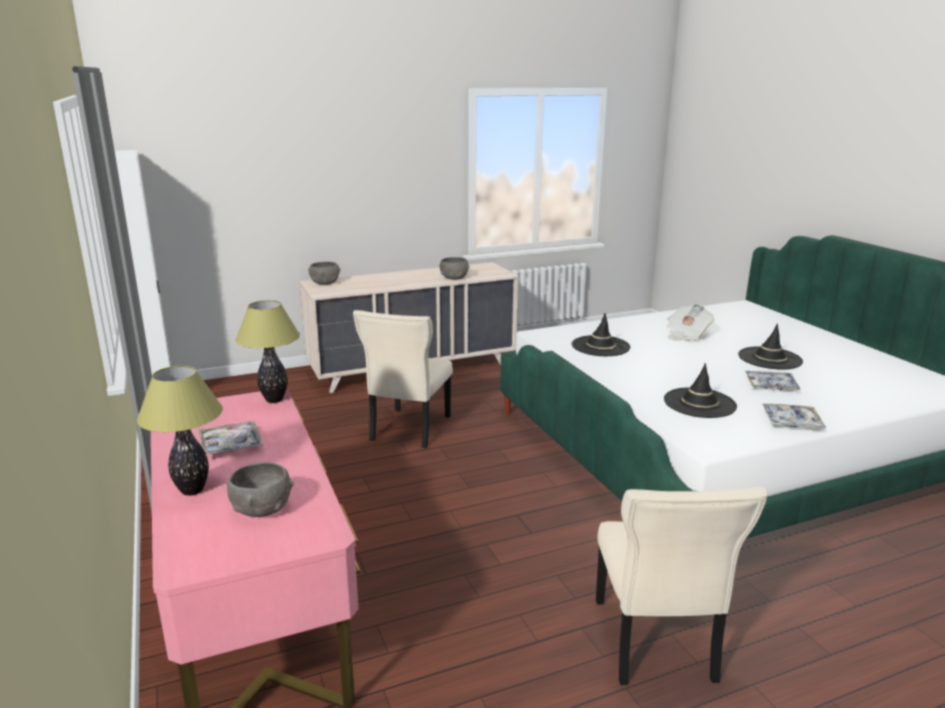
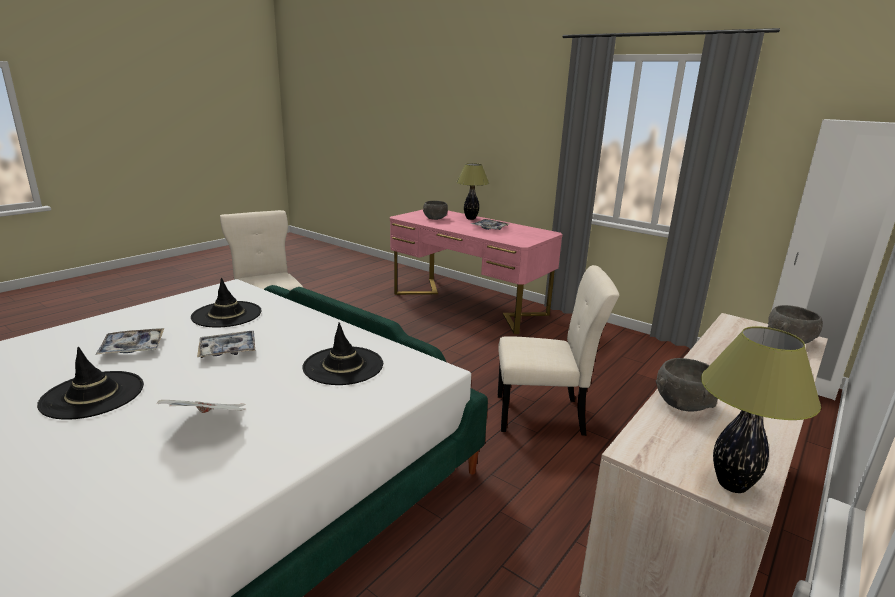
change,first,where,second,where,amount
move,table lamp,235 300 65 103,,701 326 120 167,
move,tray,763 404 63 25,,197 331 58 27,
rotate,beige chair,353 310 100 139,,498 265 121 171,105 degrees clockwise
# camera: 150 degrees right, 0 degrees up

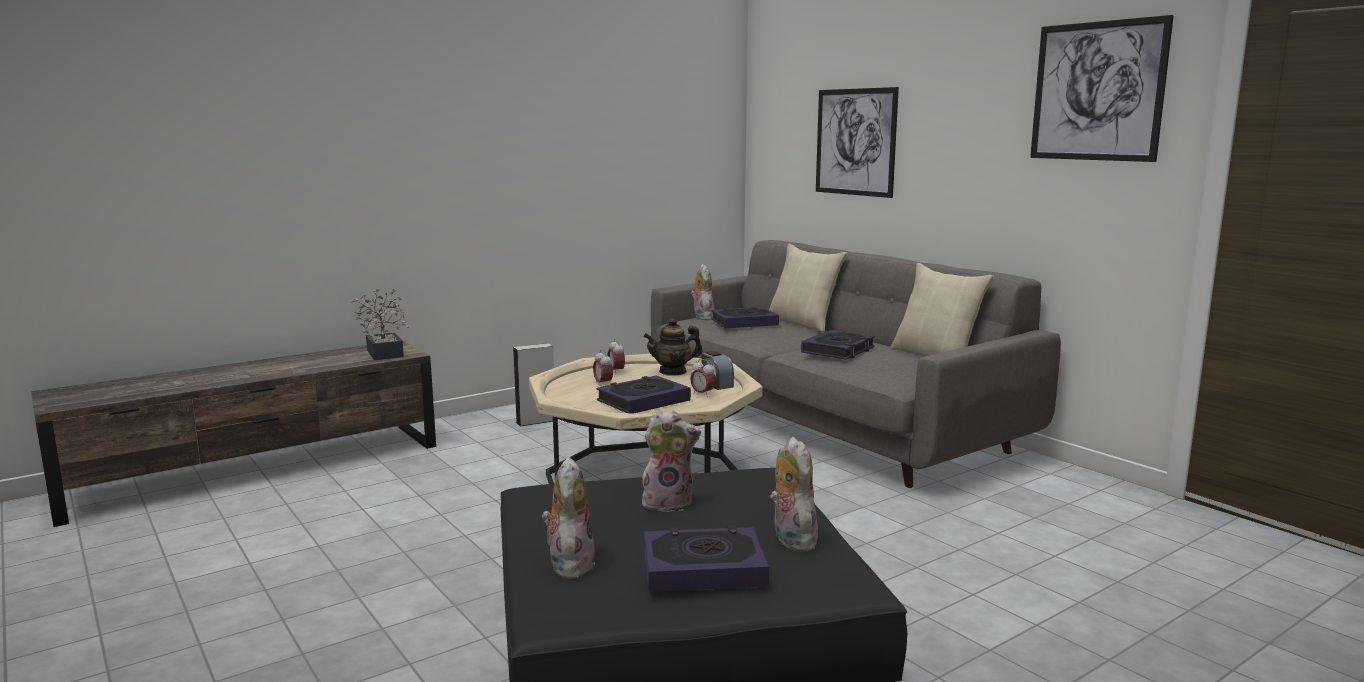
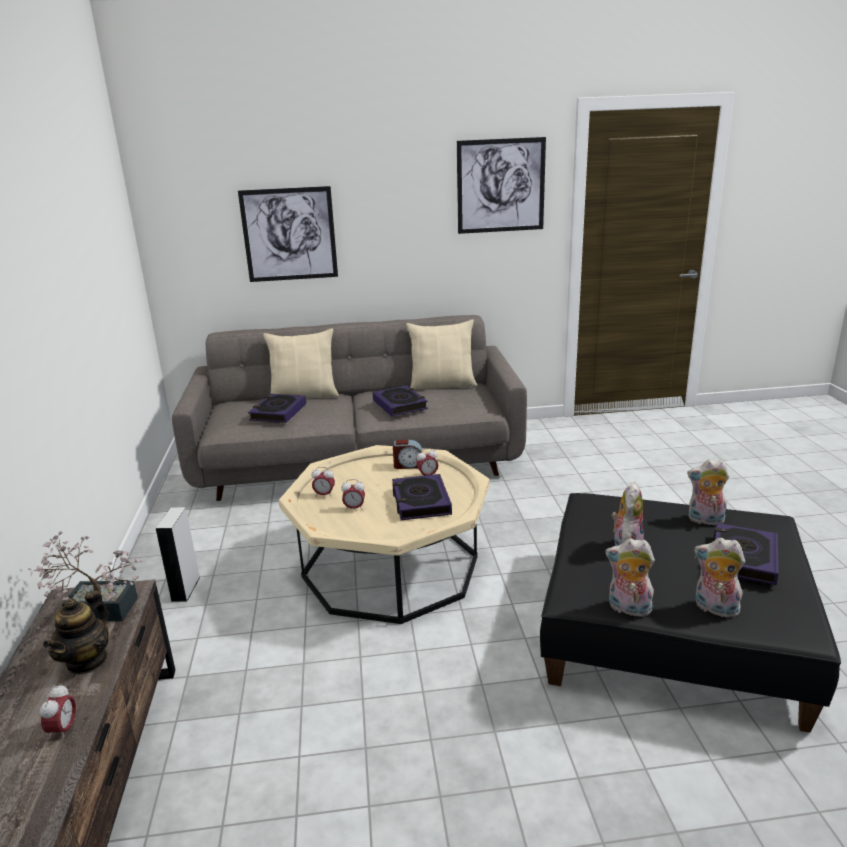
change,first,where,second,where,amount
insert,,,alarm clock,40 684 36 56,
move,teapot,644 318 59 58,,43 590 66 84,
move,plush toy,690 264 25 56,,605 538 50 79,
# camera: 60 degrees left, 10 degrees up

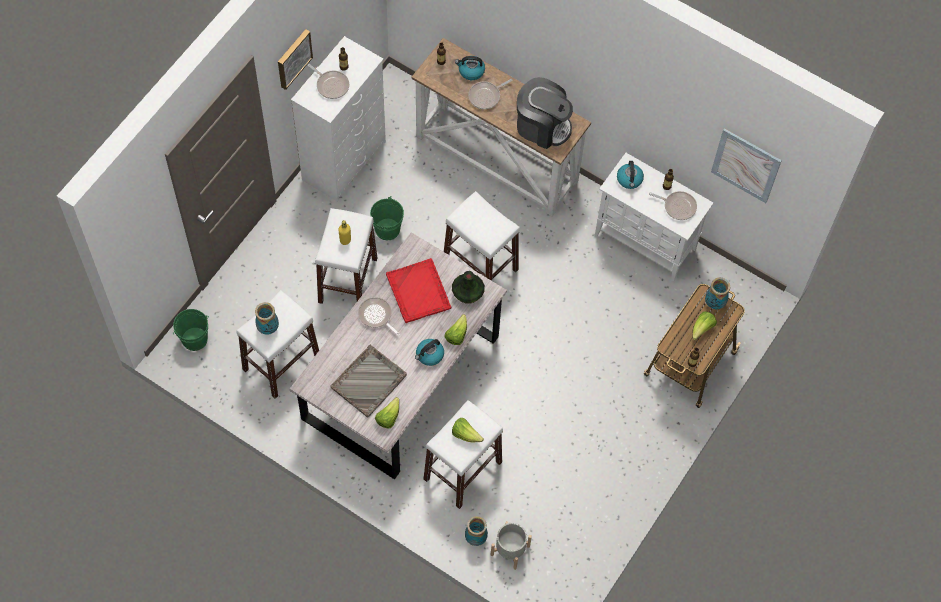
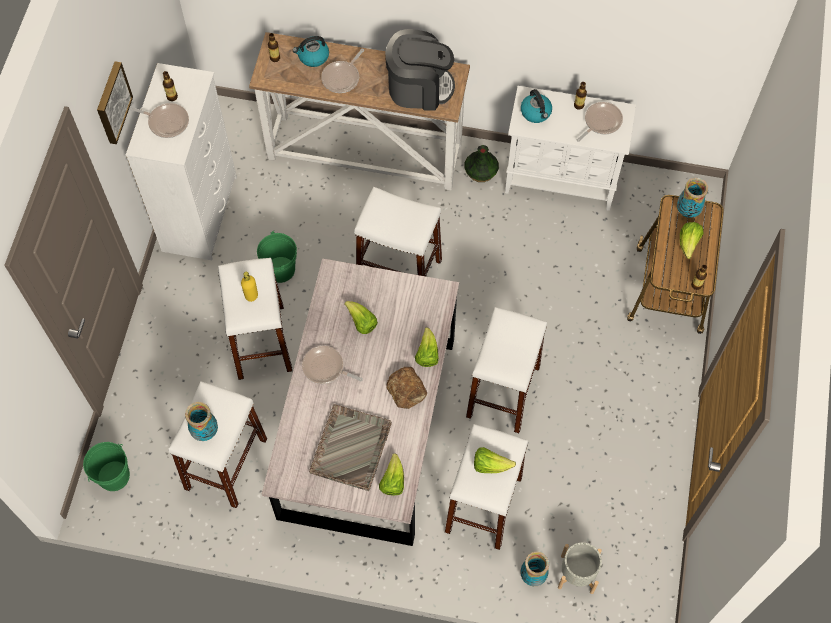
change,first,where,second,where,amount
delete,picture,711 128 71 75,,,
insert,,,white stool,466 307 81 126,
move,vase,452 271 33 33,,464 145 35 37,
replace,red tray,386 258 65 65,lettuce,344 301 34 33,
replace,kettle,415 339 29 27,bread,386 367 41 42,
rotate,frying pan,649 191 48 29,,577 102 46 40,45 degrees counterclockwise
# camera: 20 degrees left, 0 degrees up

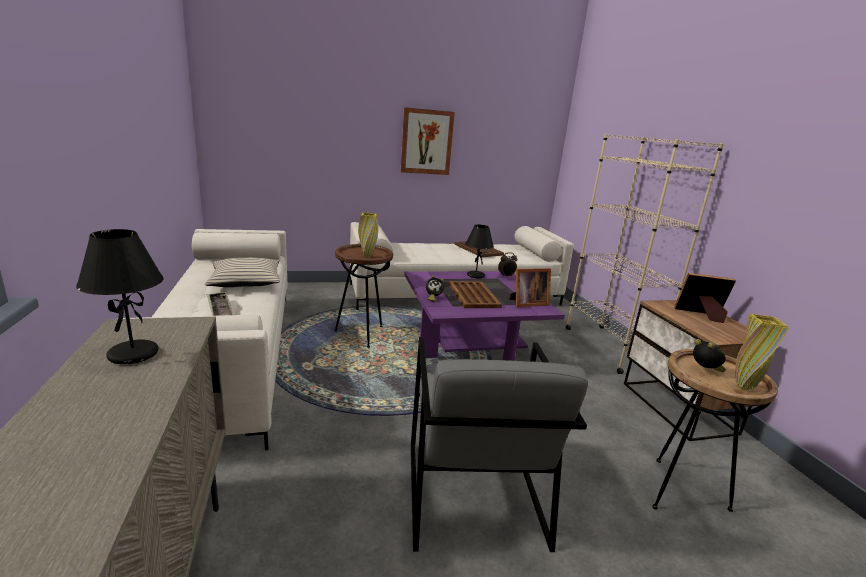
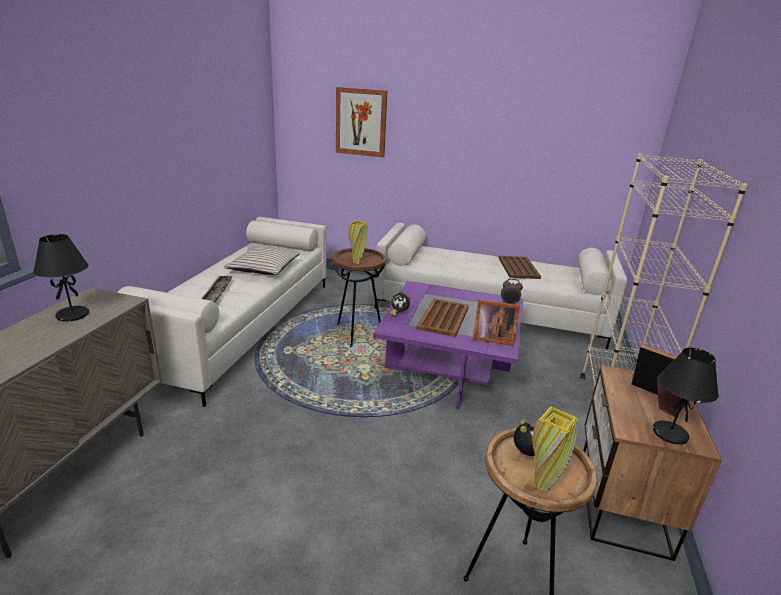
change,first,where,second,where,amount
delete,grey armchair,411 337 177 215,,,
move,picture,401 107 54 68,,336 87 52 70,
move,black table lamp,465 225 29 53,,653 348 66 97,
# camera: 30 degrees right, 5 degrees up

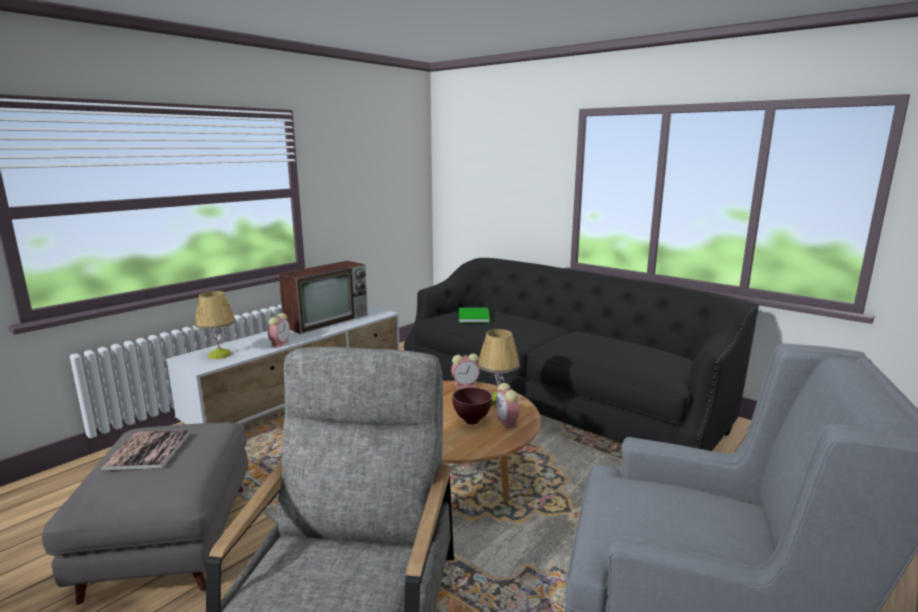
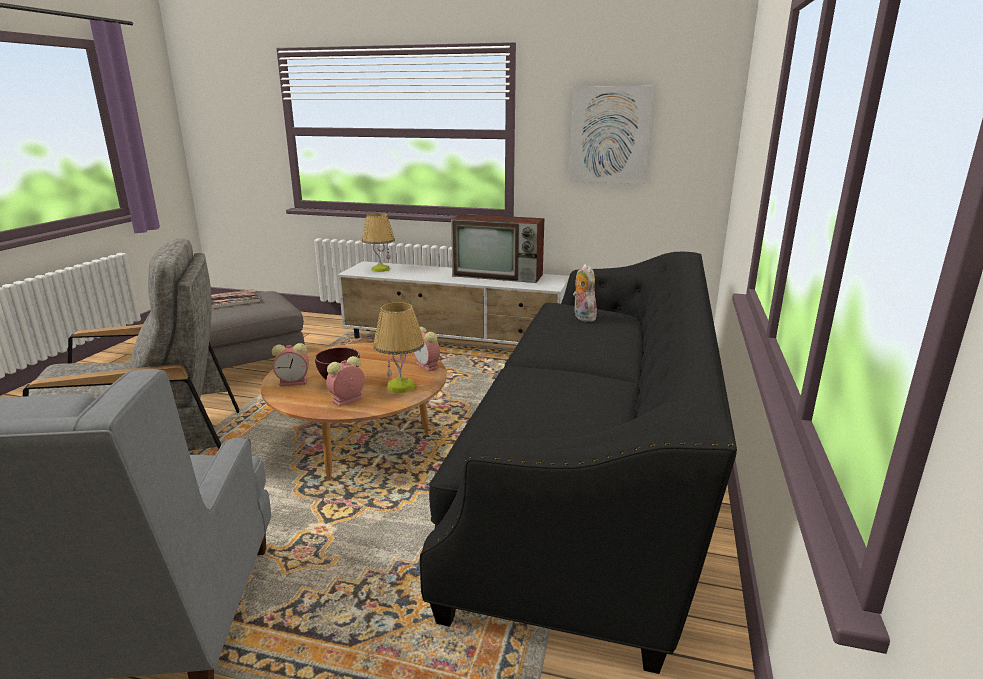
change,first,where,second,where,amount
insert,,,picture,569 86 85 98,
move,alarm clock,268 313 22 35,,272 343 37 43,
replace,green book,459 308 31 15,plush toy,573 264 25 58,
# camera: 65 degrees right, 5 degrees up

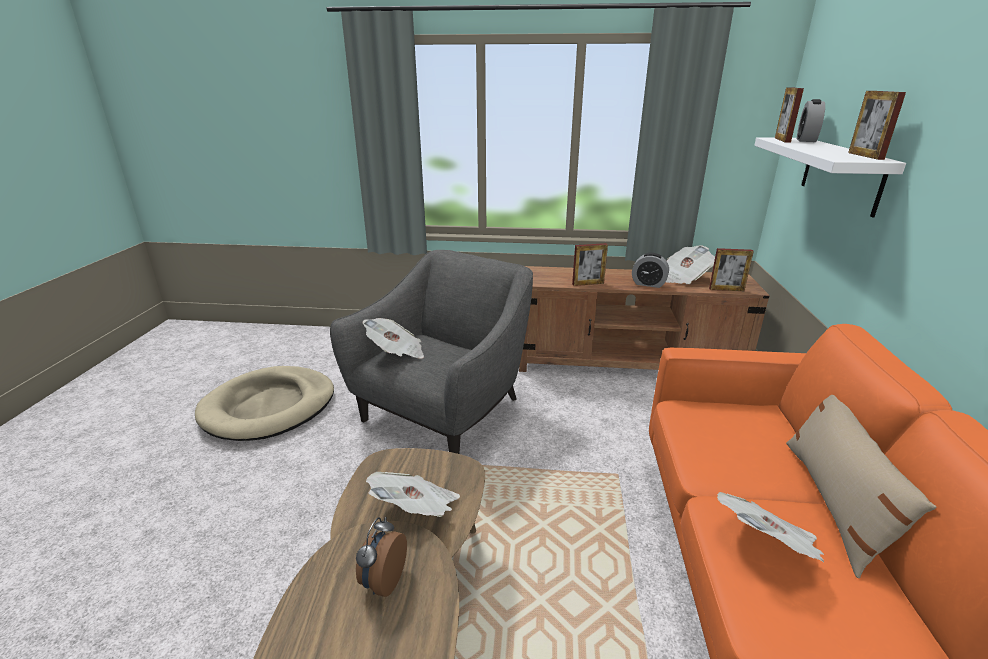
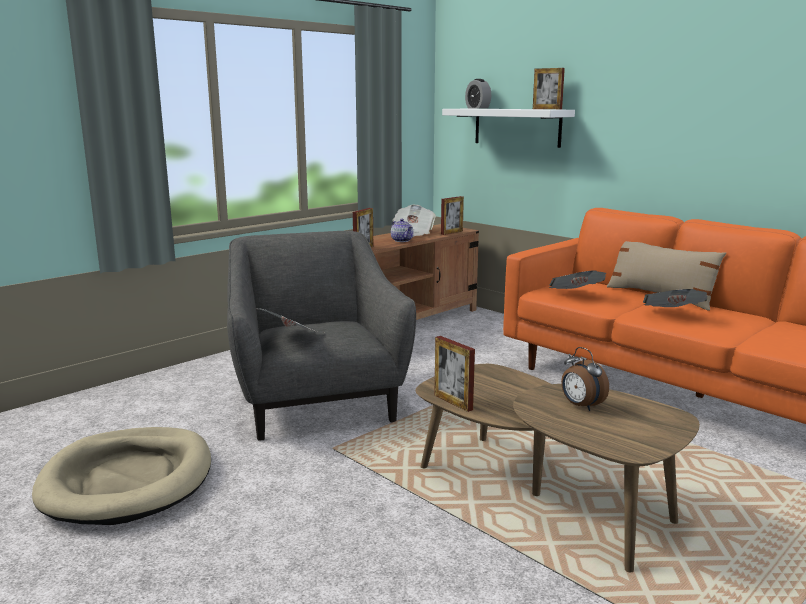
change,first,where,second,where,amount
move,newspaper,366 472 94 45,,549 270 57 19,
move,picture frame,775 87 29 56,,435 336 40 76,
replace,alarm clock,632 253 37 35,teapot,391 219 22 23,
# camera: 50 degrees left, 10 degrees down

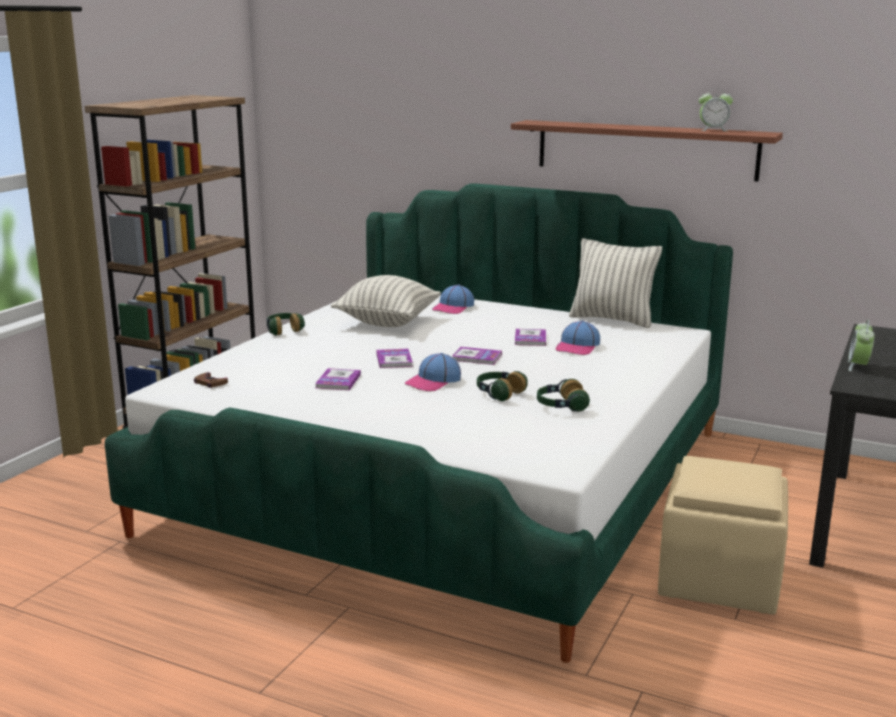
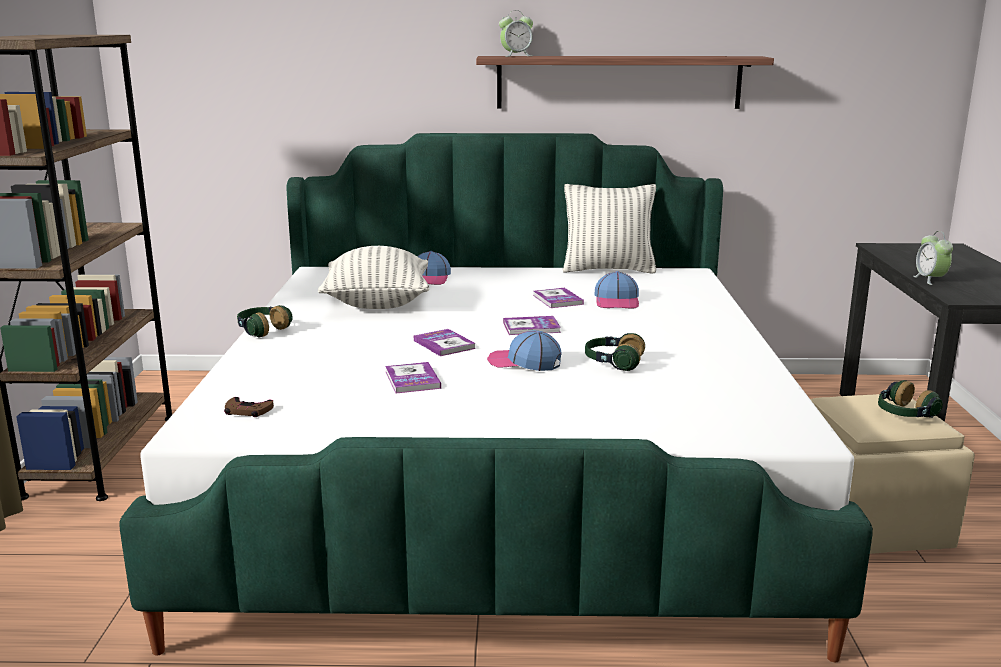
change,first,where,second,where,amount
move,headphones,537 379 53 33,,878 380 65 38,
move,alarm clock,699 88 34 43,,499 10 34 47,
rotate,cap,405 353 56 38,,487 330 74 41,90 degrees clockwise
# camera: 25 degrees left, 0 degrees up

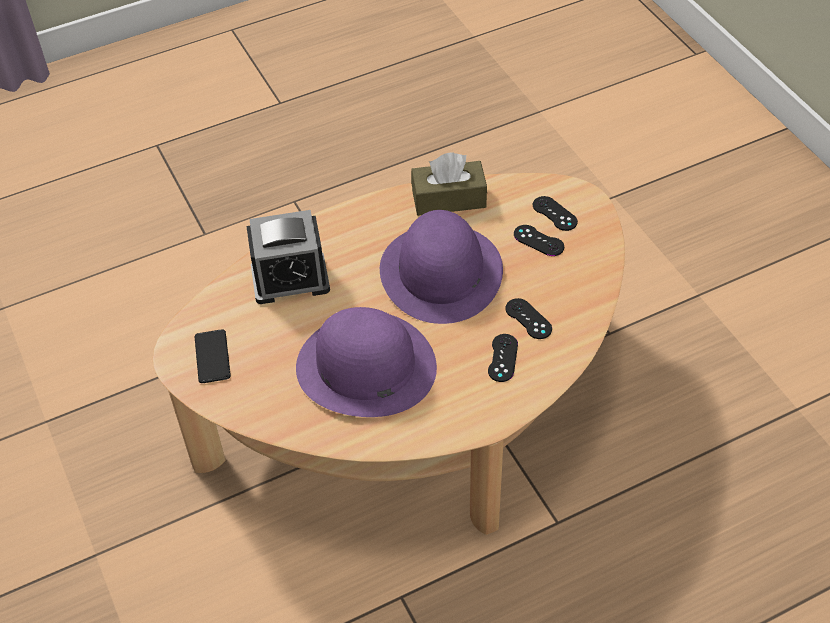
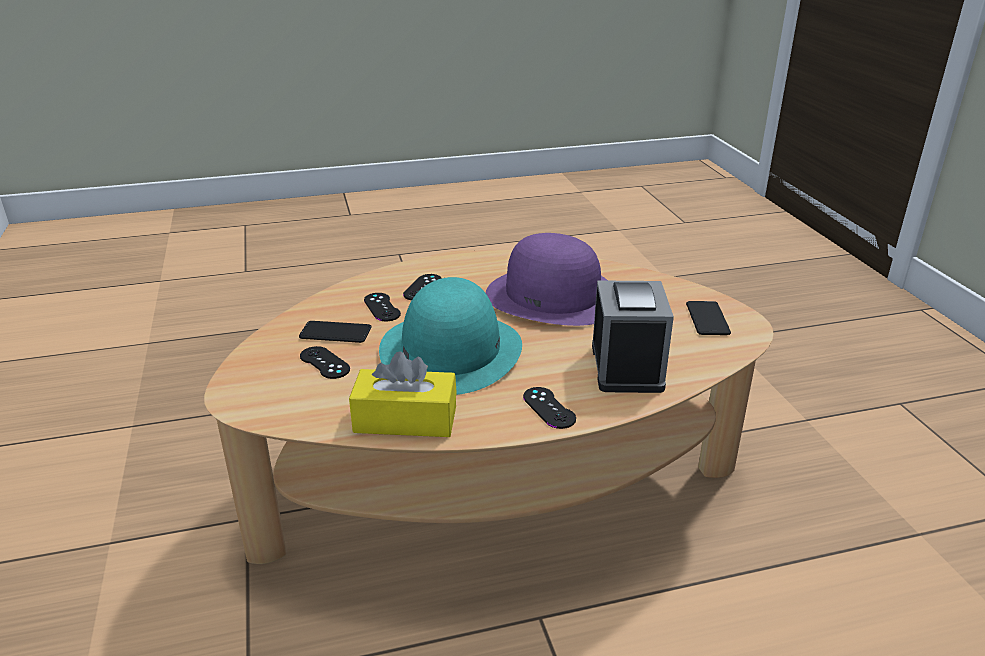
change,first,where,second,where,amount
insert,,,phone,299 321 72 22,
move,black game controller,533 196 45 35,,523 387 53 42,
recolor,purple hat,380 210 123 114,turquoise hat,379 277 143 118,
recolor,brown tissue box,411 152 76 64,yellow tissue box,349 351 108 86,
rotate,alarm clock,246 210 84 94,,592 280 82 113,90 degrees clockwise
# camera: 170 degrees left, 20 degrees down

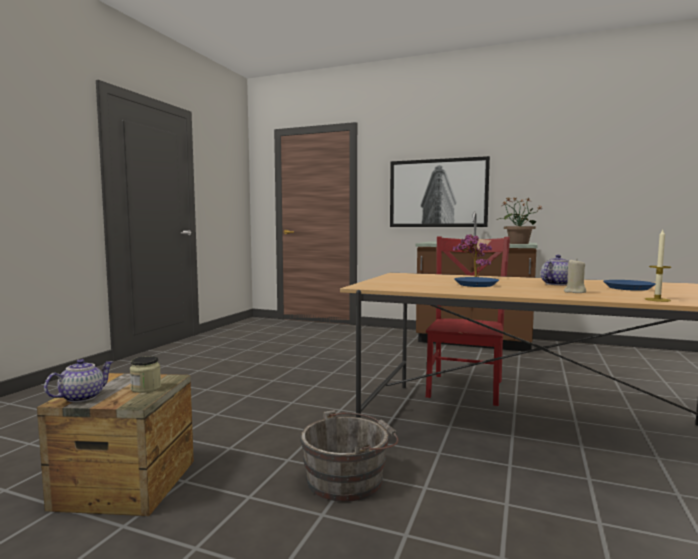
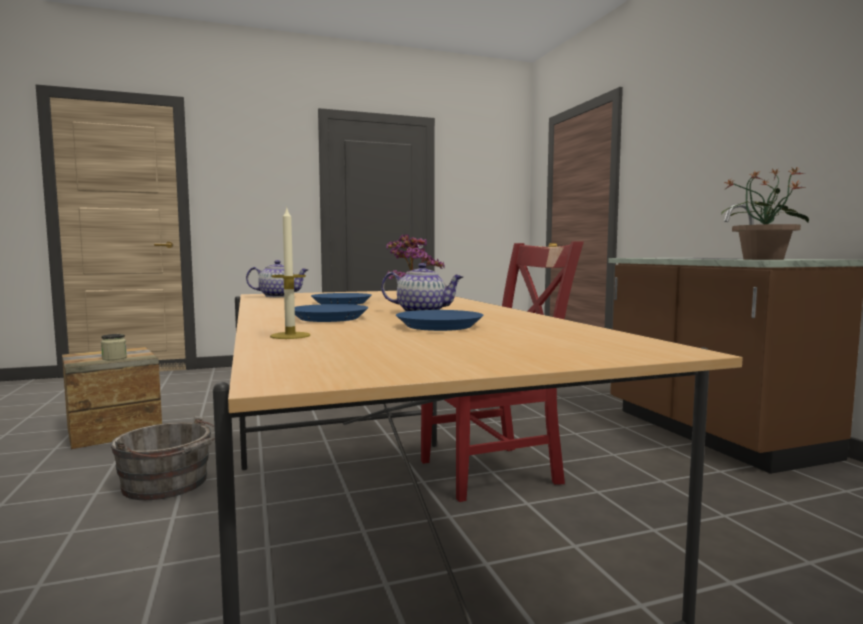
change,first,where,second,where,amount
delete,picture,390 156 100 71,,,
move,teapot,44 359 69 43,,246 260 62 37,
replace,beige candle,564 258 22 35,blue plate,295 304 73 18,
# camera: 50 degrees right, 0 degrees up

